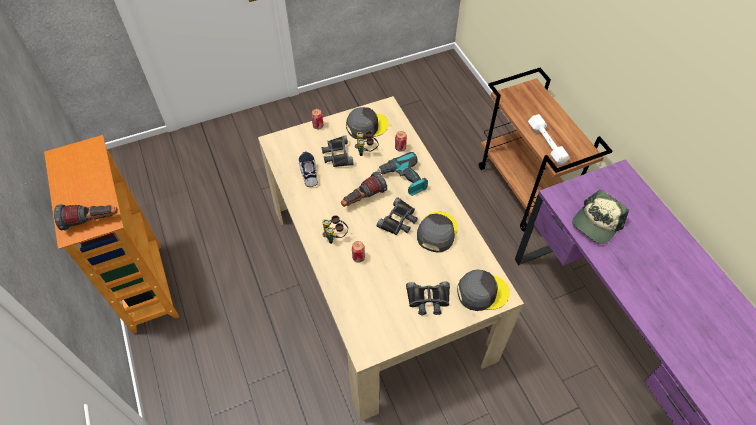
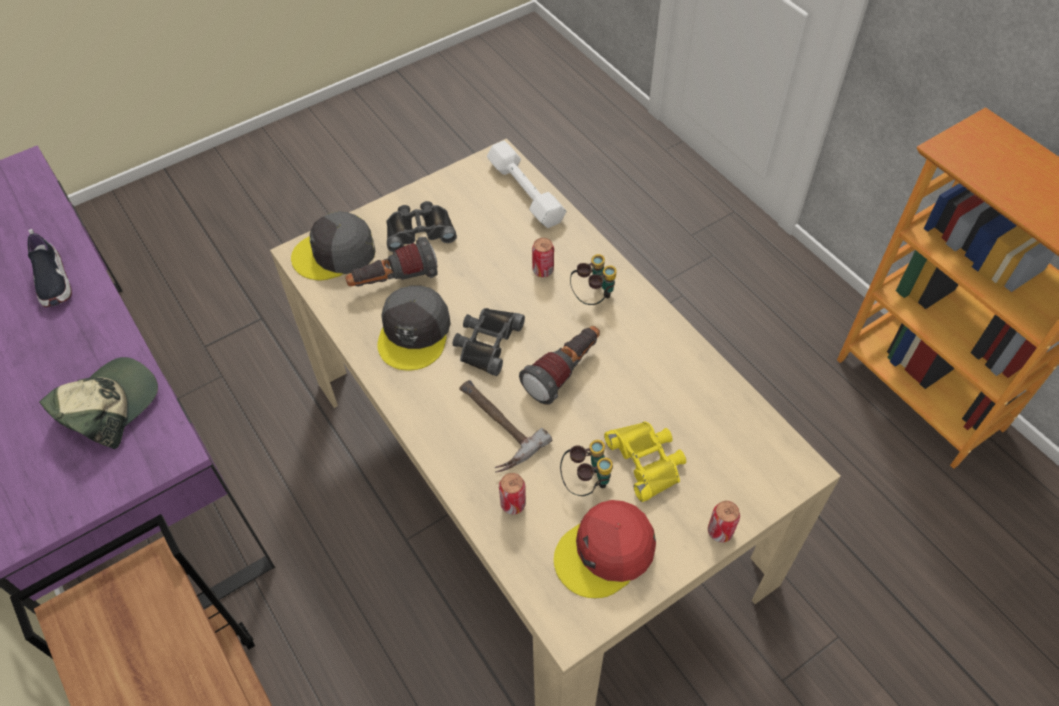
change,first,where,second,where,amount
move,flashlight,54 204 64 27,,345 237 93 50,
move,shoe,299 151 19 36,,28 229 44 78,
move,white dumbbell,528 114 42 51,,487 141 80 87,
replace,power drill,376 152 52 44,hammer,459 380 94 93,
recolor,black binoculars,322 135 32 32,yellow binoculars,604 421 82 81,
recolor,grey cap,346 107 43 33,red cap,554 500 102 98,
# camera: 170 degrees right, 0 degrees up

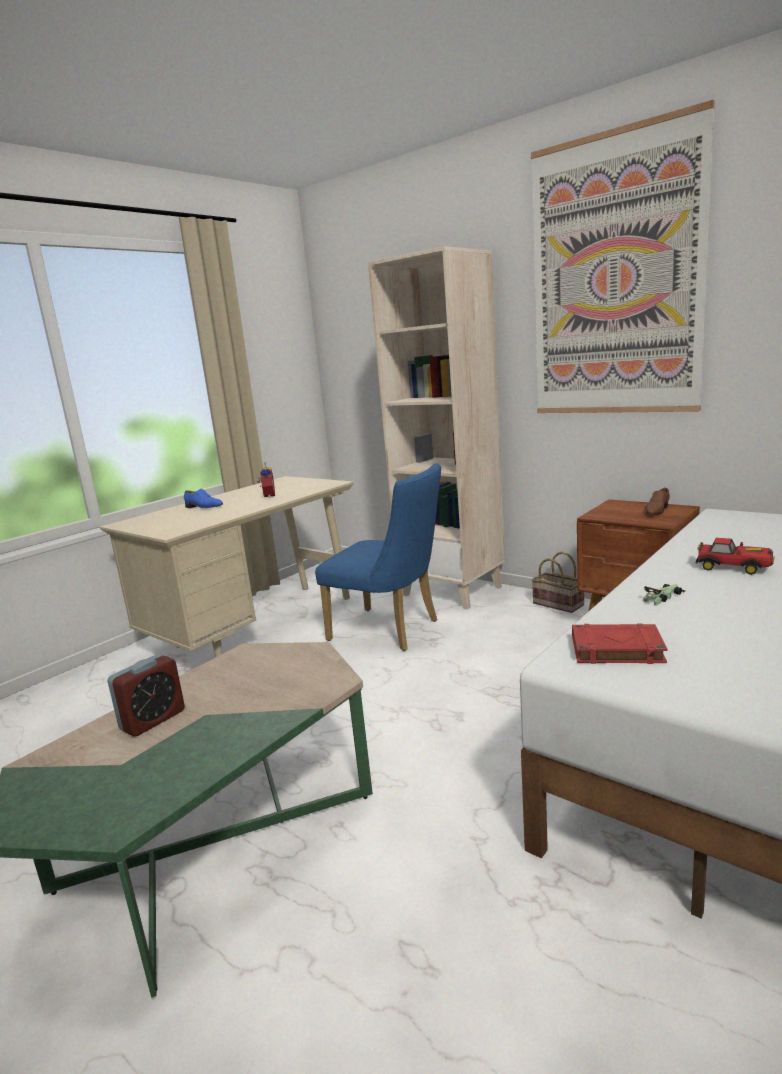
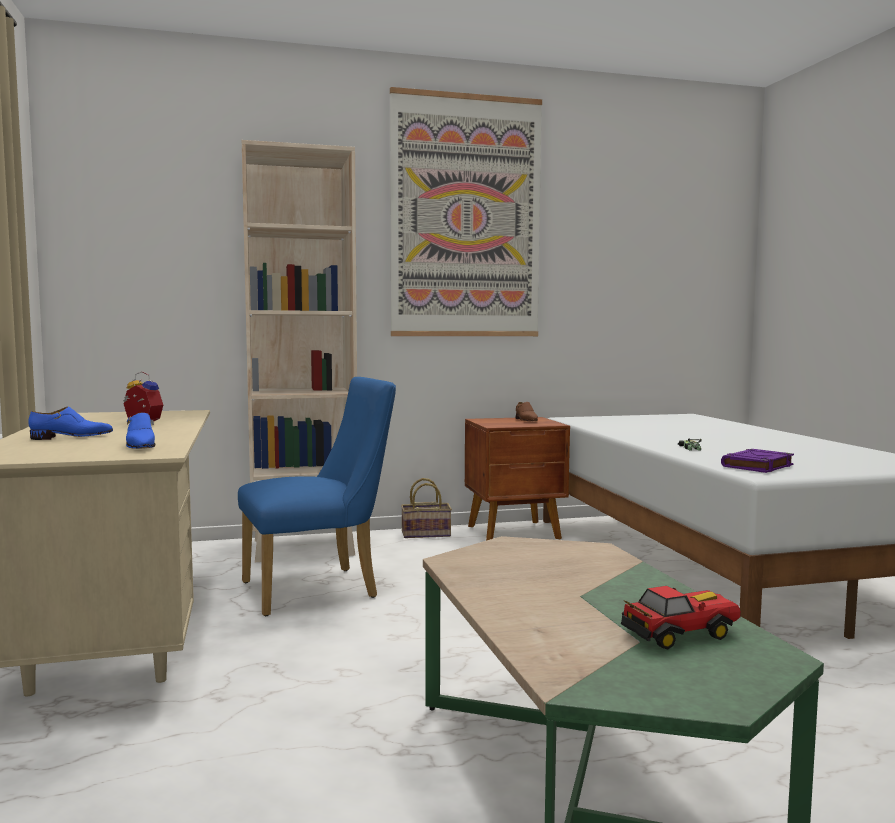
change,first,where,second,where,amount
delete,alarm clock,108 654 77 83,,,
insert,,,blue shoe,126 413 29 36,
move,toy car,696 538 79 37,,621 586 120 63,
recolor,red book,572 623 95 41,purple book,721 449 73 24,
# camera: 55 degrees left, 10 degrees down

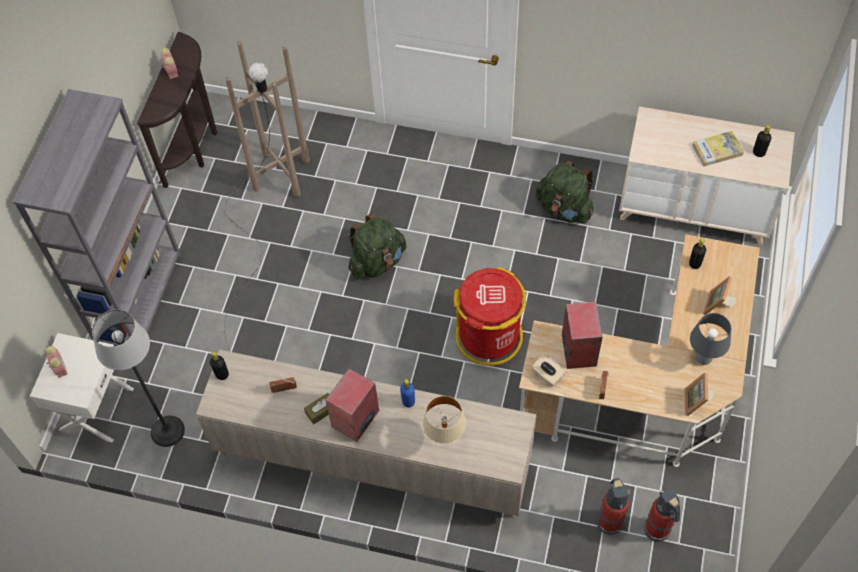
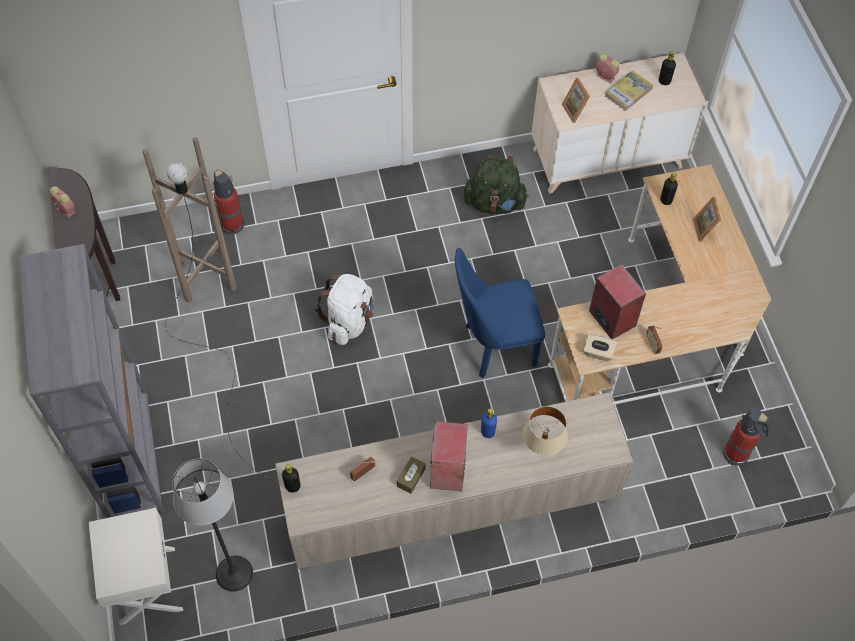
change,first,where,second,where,amount
delete,grey table lamp,690 313 42 52,,,
move,alarm clock,46 346 21 32,,596 53 23 30,
move,fire extinguisher,597 478 34 57,,213 169 31 66,
move,picture frame,684 373 30 43,,562 78 28 45,
replace,red trash can,453 267 73 99,blue chair,455 248 90 130,
recolor,green backpack,348 213 58 67,white backpack,315 274 59 71,
# camera: 30 degrees left, 0 degrees up

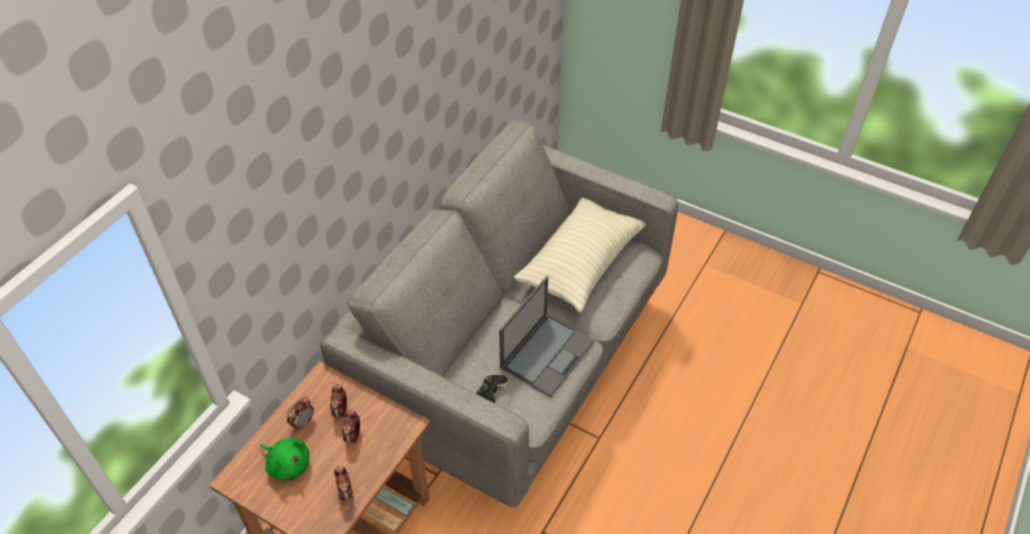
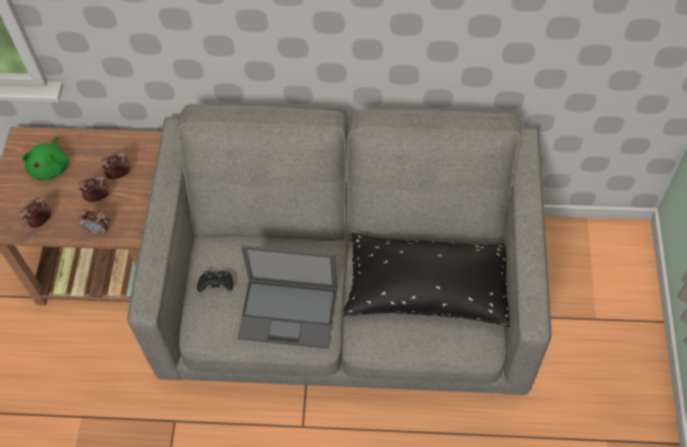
change,first,where,second,where,amount
move,alarm clock,287 397 27 34,,78 209 31 25,
recolor,beige pillow,514 198 132 114,black pillow,342 233 168 94,
# camera: 65 degrees right, 10 degrees up

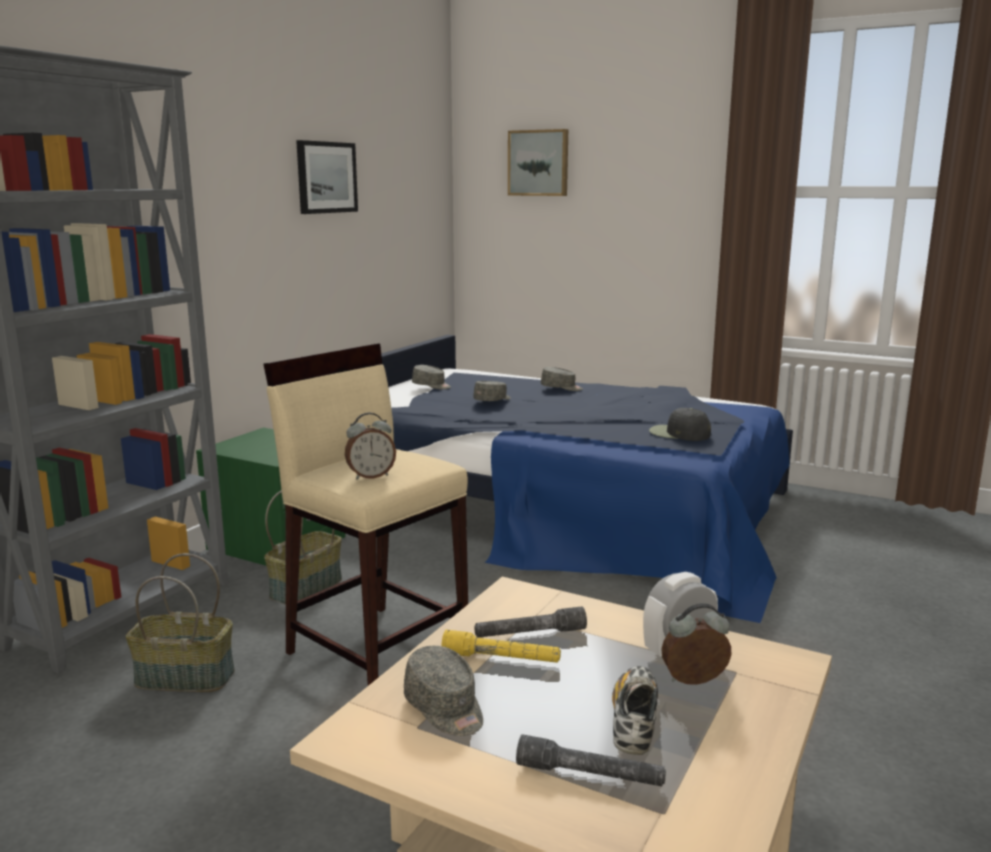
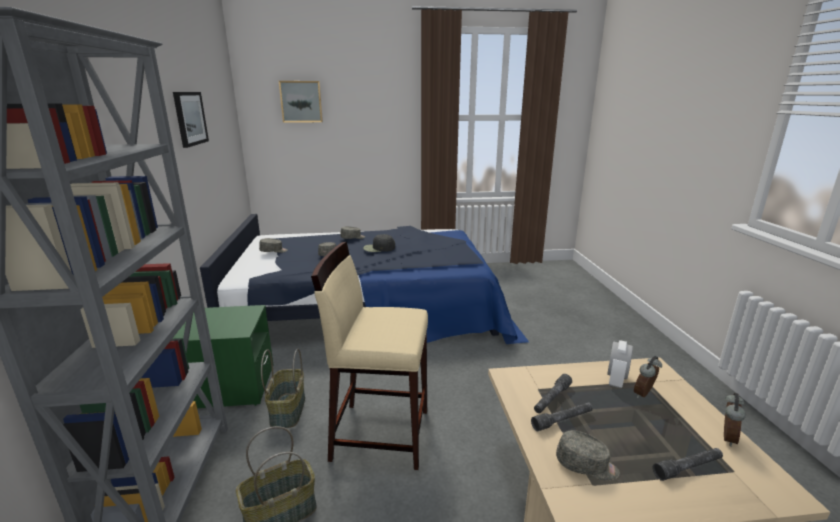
change,first,where,second,where,amount
delete,shoe,612 666 46 89,,,
move,alarm clock,345 413 51 67,,724 393 22 54,
move,black cap,649 408 62 33,,363 234 32 18,
recolor,yellow flashlight,441 630 120 33,grey flashlight,531 402 62 29,
# camera: 35 degrees left, 5 degrees up

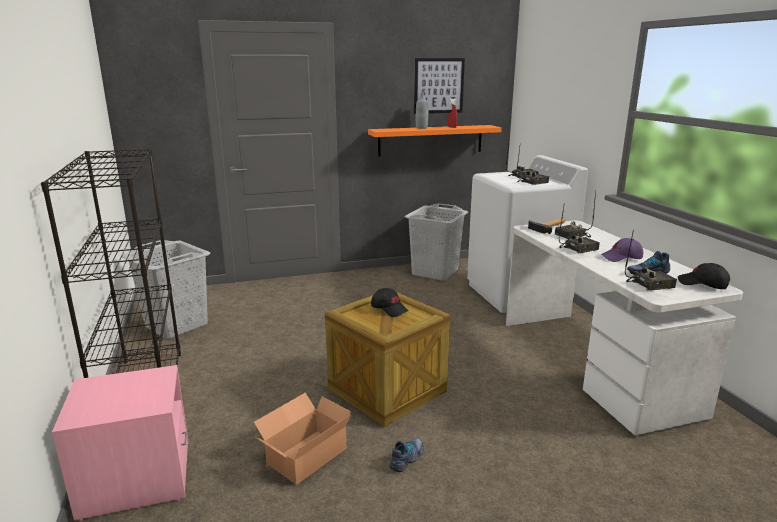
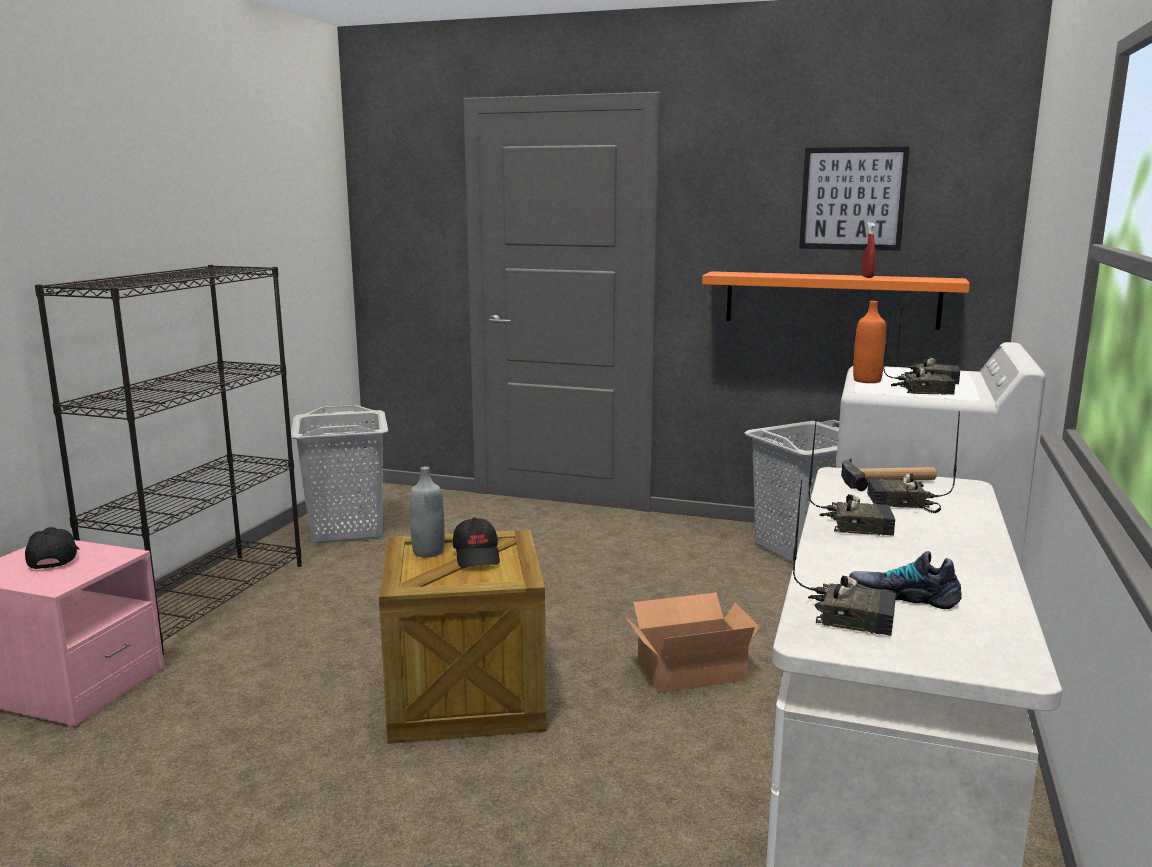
change,first,where,second,where,amount
delete,shoe,389 438 35 34,,,
delete,purple cap,601 238 42 24,,,
insert,,,orange bottle,853 301 33 82,
move,cardboard box,254 392 97 92,,626 593 134 100,
move,grey bottle,416 92 12 37,,410 466 35 92,
move,black cap,678 263 52 26,,25 527 55 42,
# camera: 35 degrees right, 5 degrees down

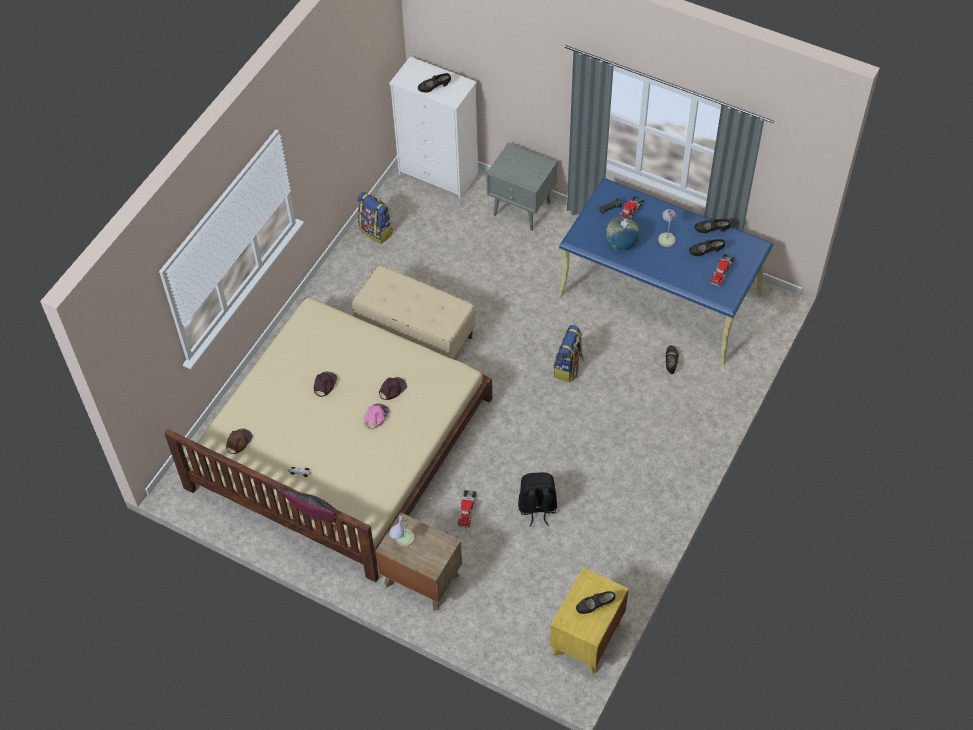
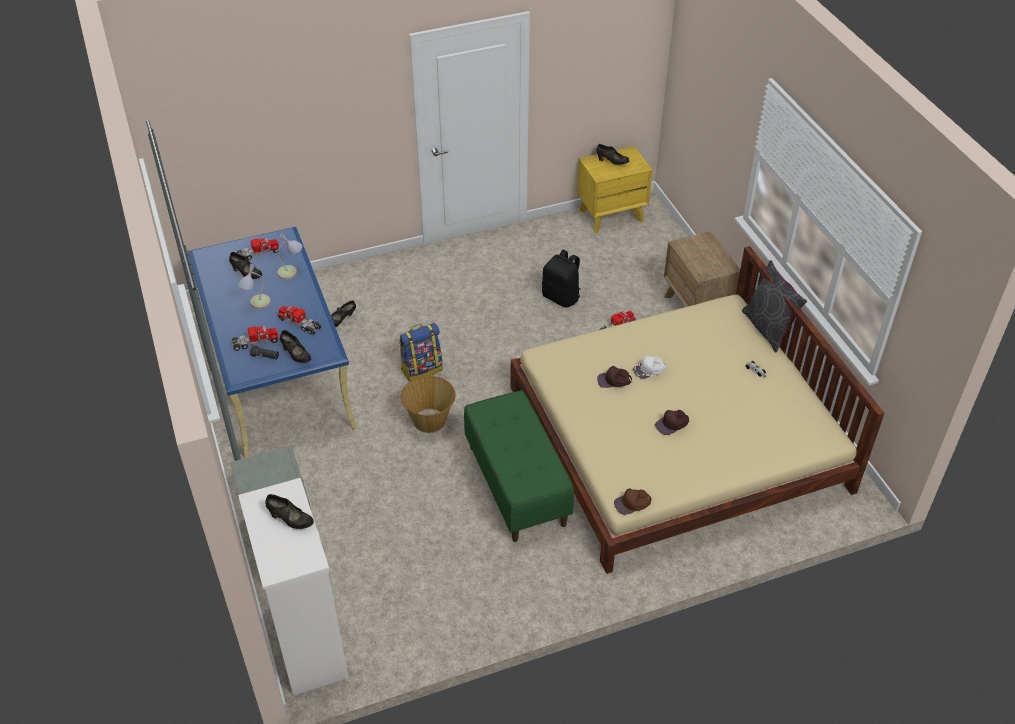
change,first,where,second,where,amount
delete,backpack,357 192 36 52,,,
insert,,,basket,401 376 55 57,
move,brown cap,226 429 27 25,,614 488 37 27,
move,table lamp,389 514 26 33,,276 233 26 46,
move,black shoe,694 218 37 15,,280 330 31 33,
replace,globe,605 216 34 34,toy truck,277 305 44 30,
recolor,beige bench,352 265 124 94,green bench,464 390 111 152,
recolor,pink cap,364 404 25 25,white cap,633 356 33 23,
# camera: 140 degrees left, 10 degrees down

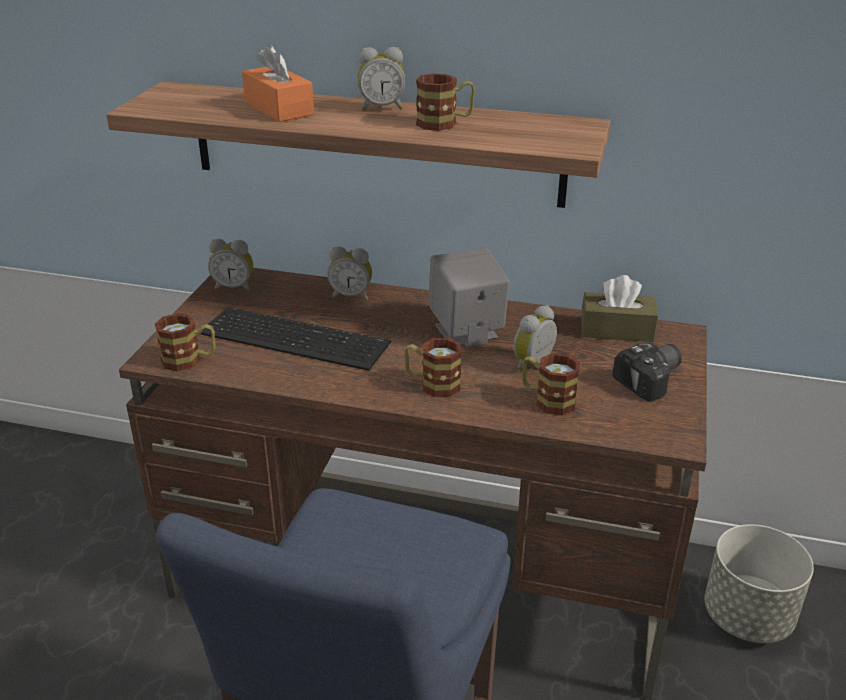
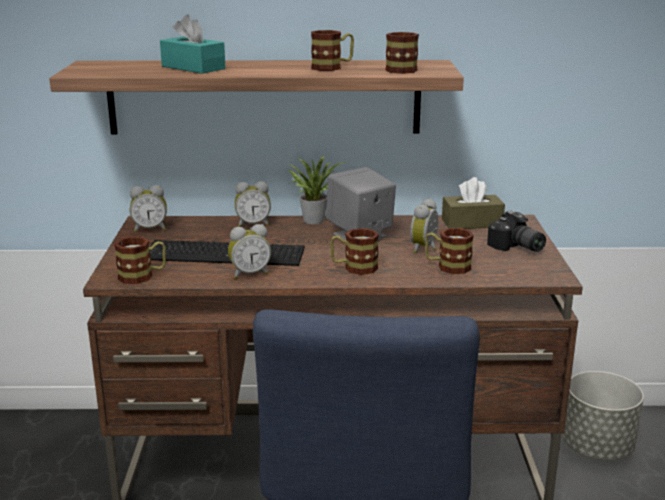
change,first,where,second,where,amount
insert,,,potted plant,289 156 57 68,
insert,,,mug,385 32 34 42,
move,alarm clock,357 47 49 64,,228 224 43 55,
recolor,orange tissue box,242 44 72 78,turquoise tissue box,160 15 65 59,
rotate,photo camera,612 342 70 60,,487 211 59 41,105 degrees clockwise
# camera: 15 degrees left, 10 degrees down

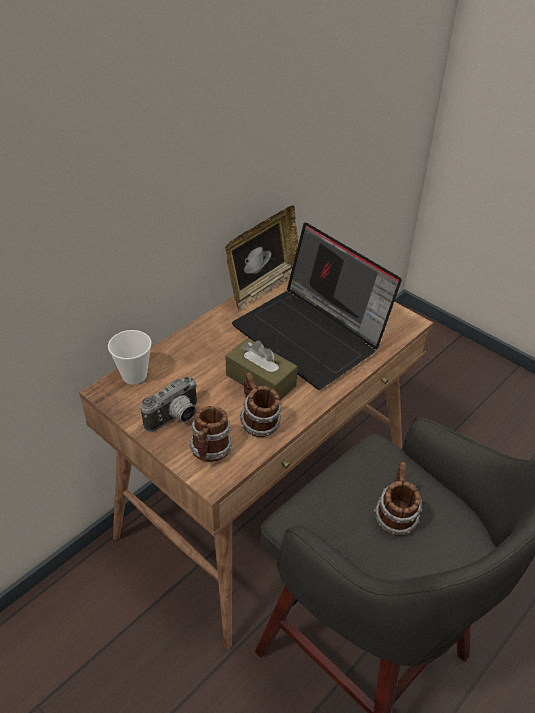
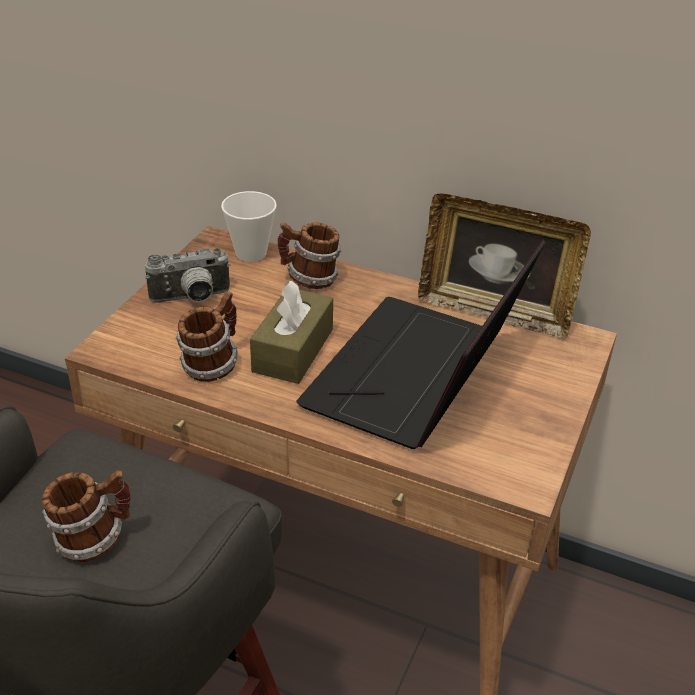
change,first,where,second,where,amount
move,mug,189 406 43 56,,278 222 64 67,
rotate,photo camera,140 376 58 56,,145 248 86 55,45 degrees counterclockwise
# camera: 70 degrees right, 5 degrees down

